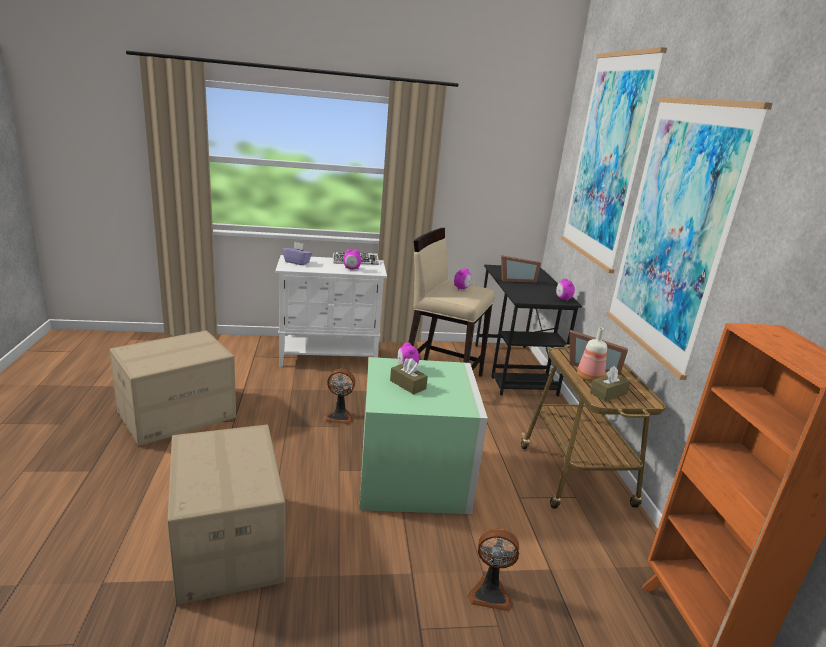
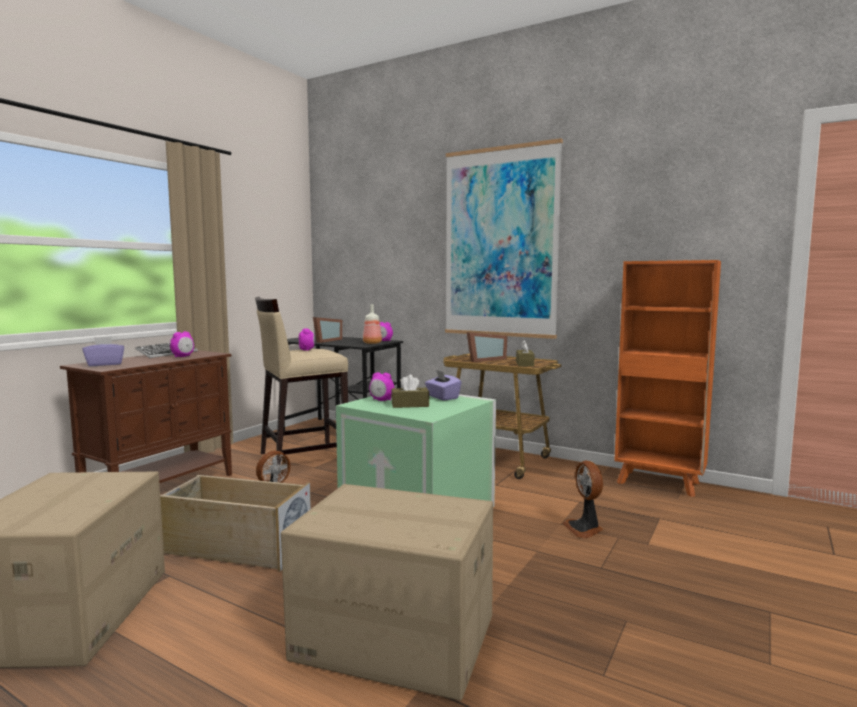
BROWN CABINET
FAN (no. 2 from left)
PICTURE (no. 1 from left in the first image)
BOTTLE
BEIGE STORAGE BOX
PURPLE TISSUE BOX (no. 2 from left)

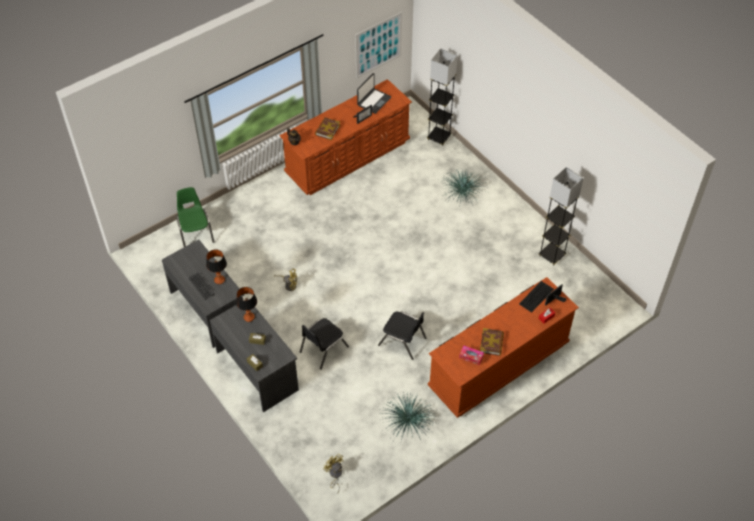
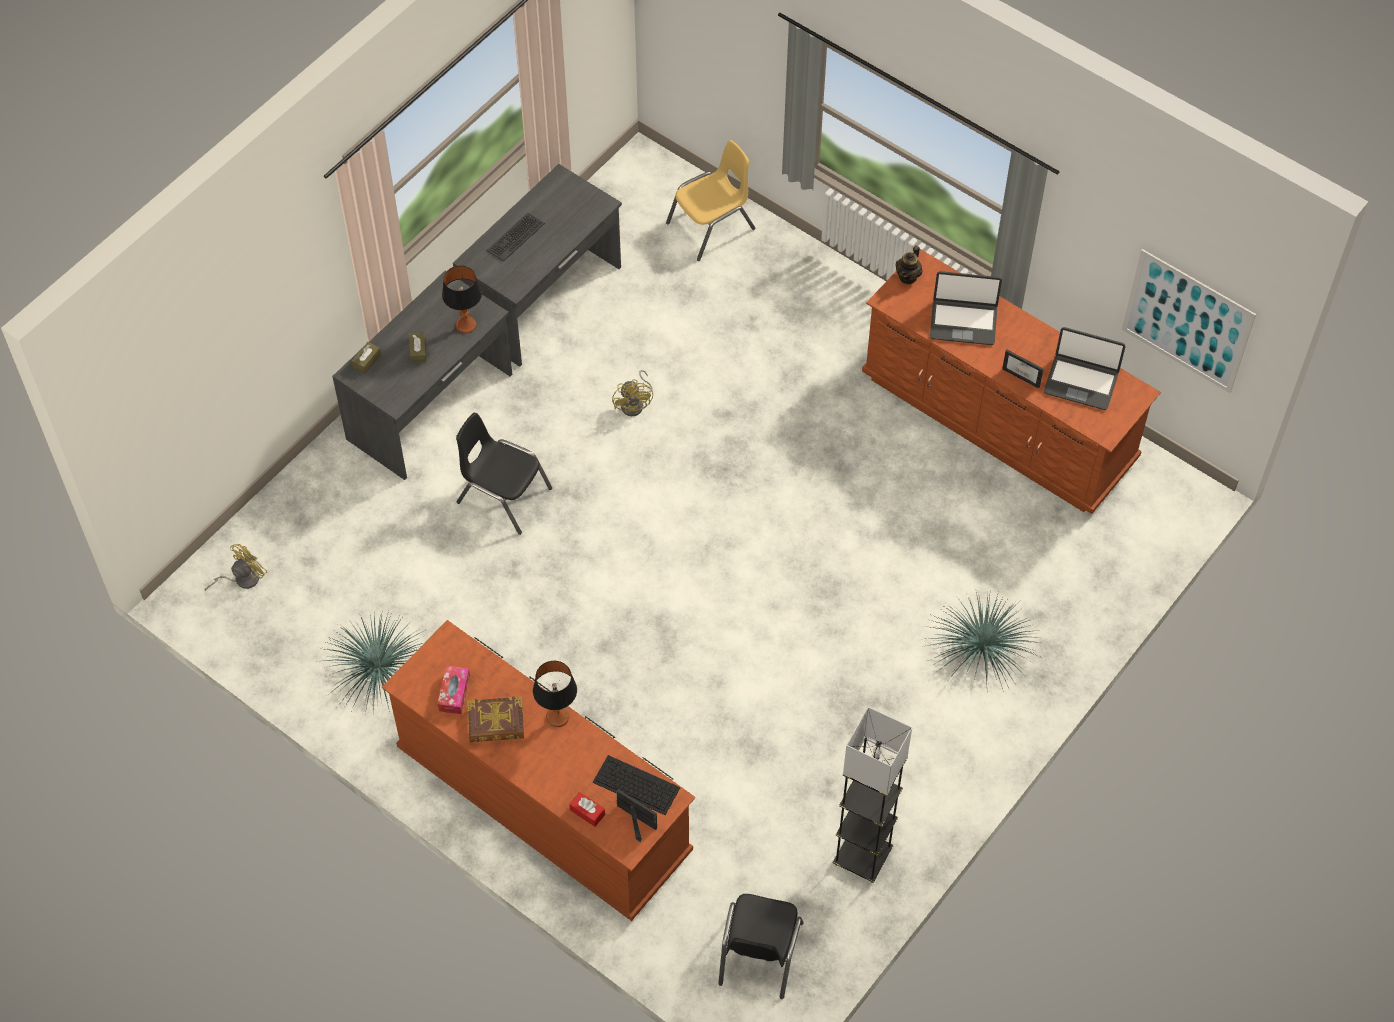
YELLOW CHAIR
TABLE LAMP (no. 2 from left)
LAPTOP (no. 1 from left)
BLACK CHAIR (no. 2 from left)
GREY FLOOR LAMP (no. 1 from left in the first image)

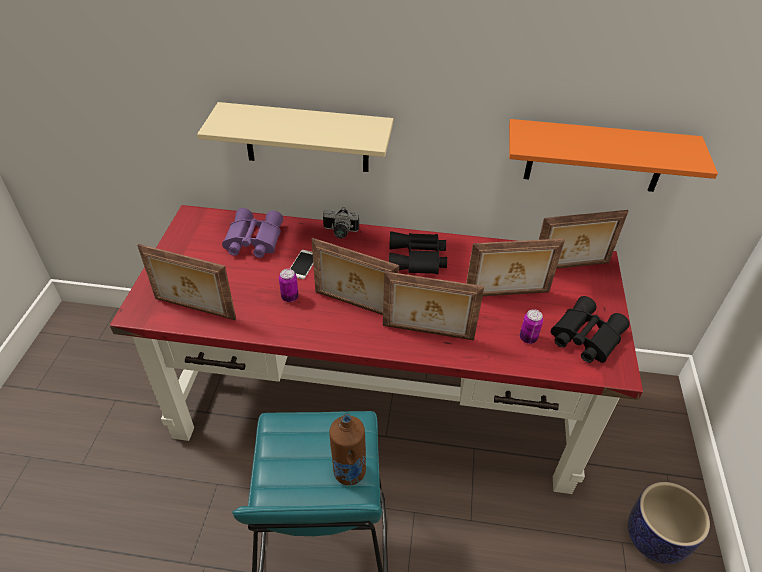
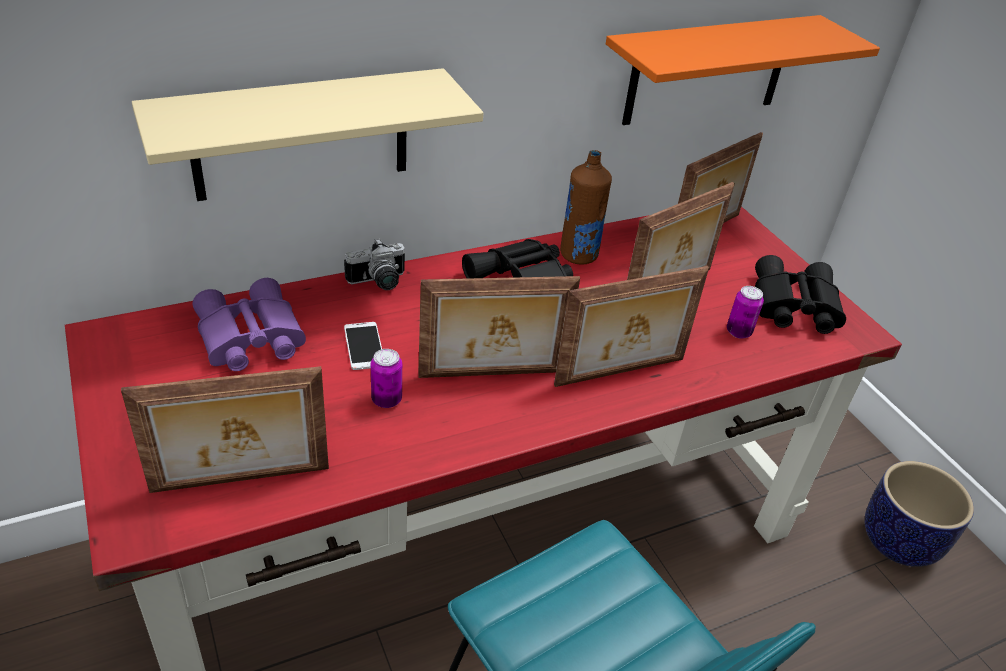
BROWN BOTTLE

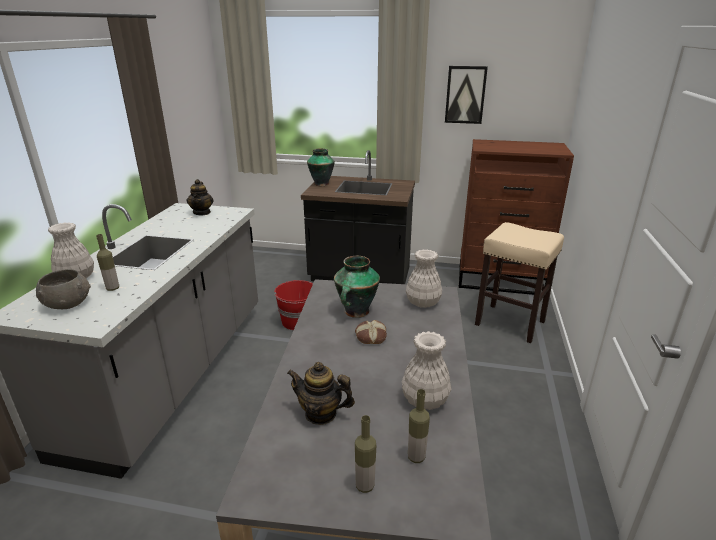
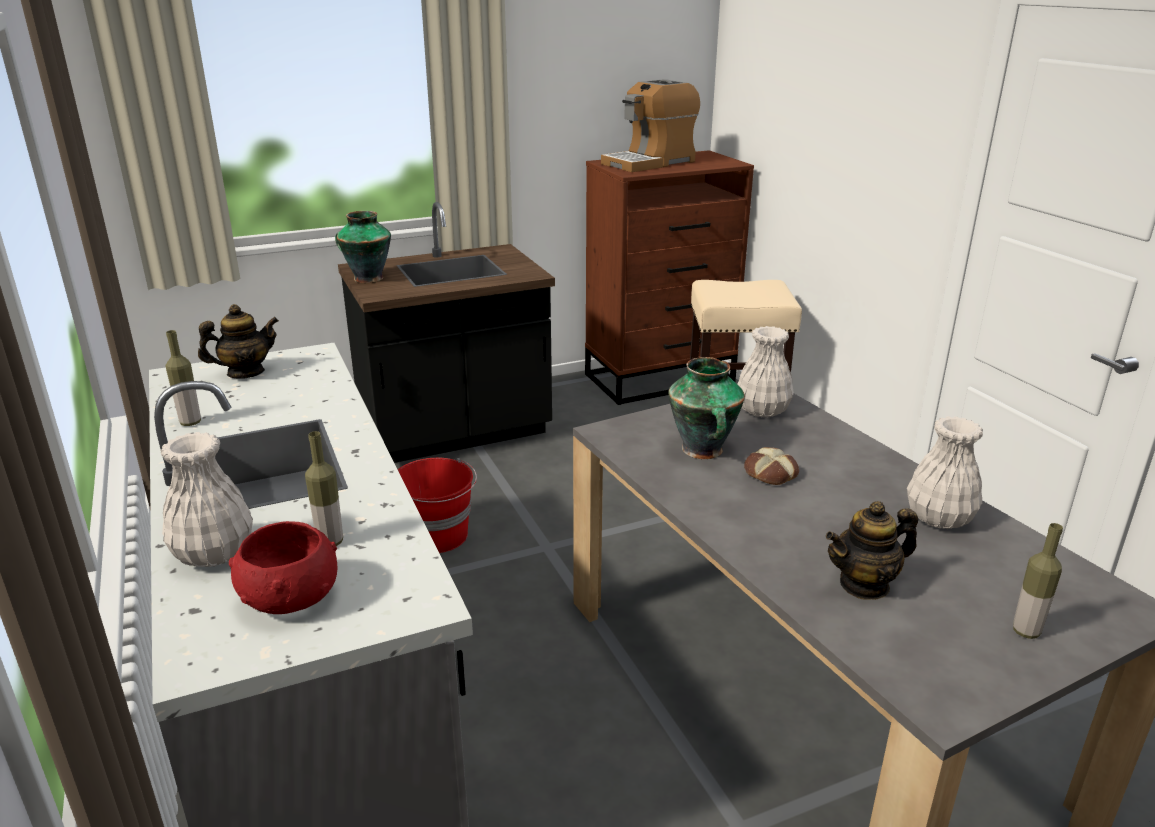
RED BOWL
TEAPOT (no. 1 from left)
BOTTLE (no. 1 from left)
PICTURE
COFFEE MACHINE

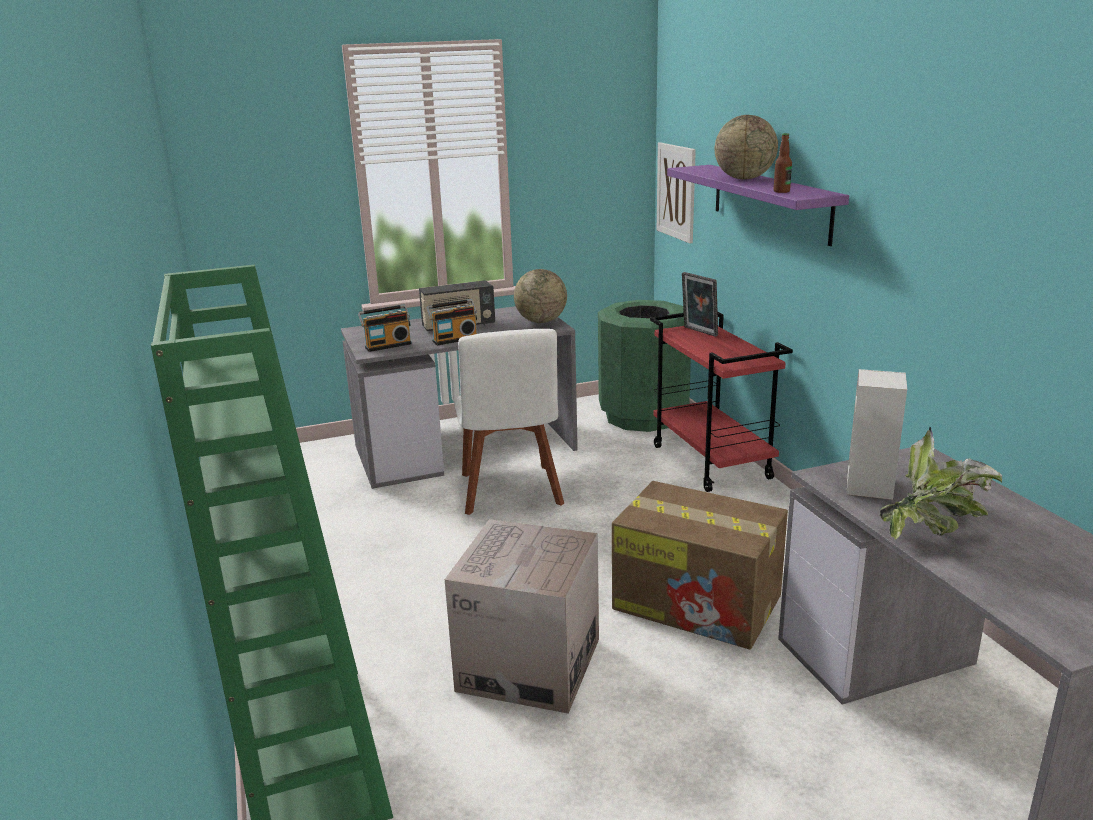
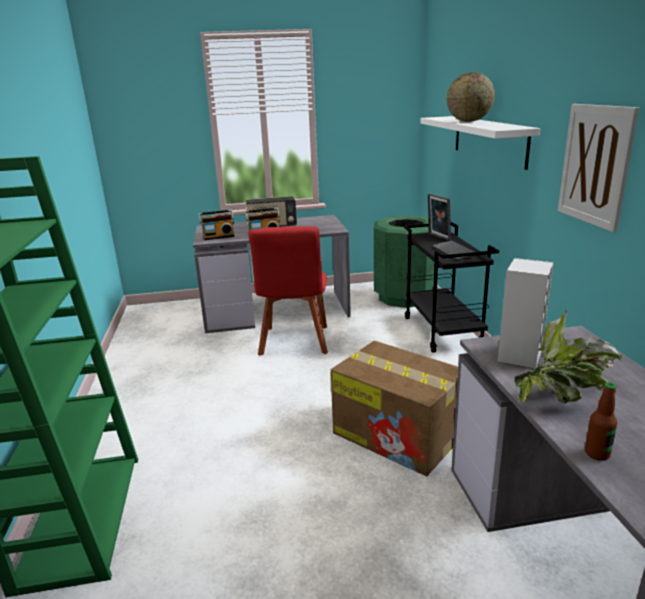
CARDBOARD BOX (no. 1 from left in the first image)
RED CHAIR
GLOBE (no. 1 from left in the first image)
BLACK CART
PICTURE
WHITE SHELF
BOTTLE
KEYBOARD

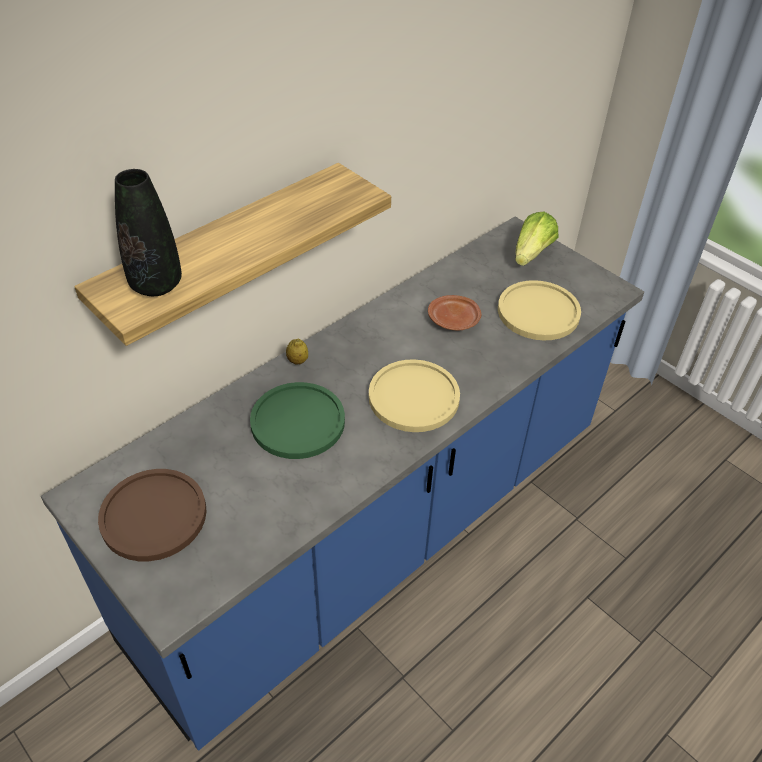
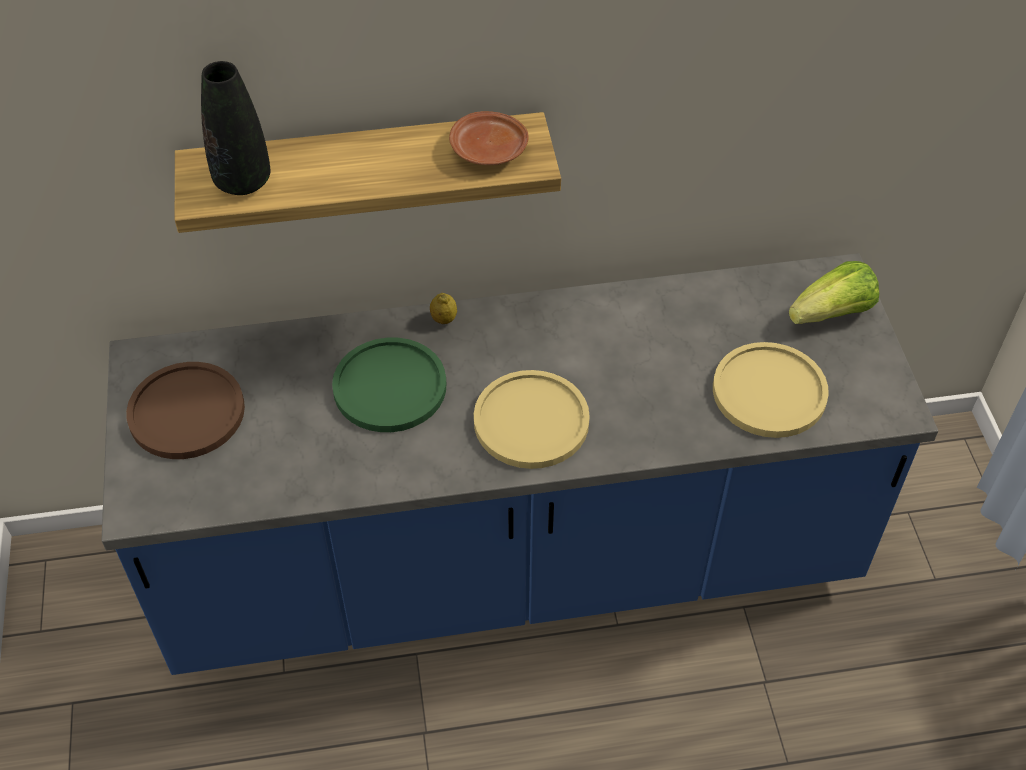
BROWN PLATE (no. 2 from left)

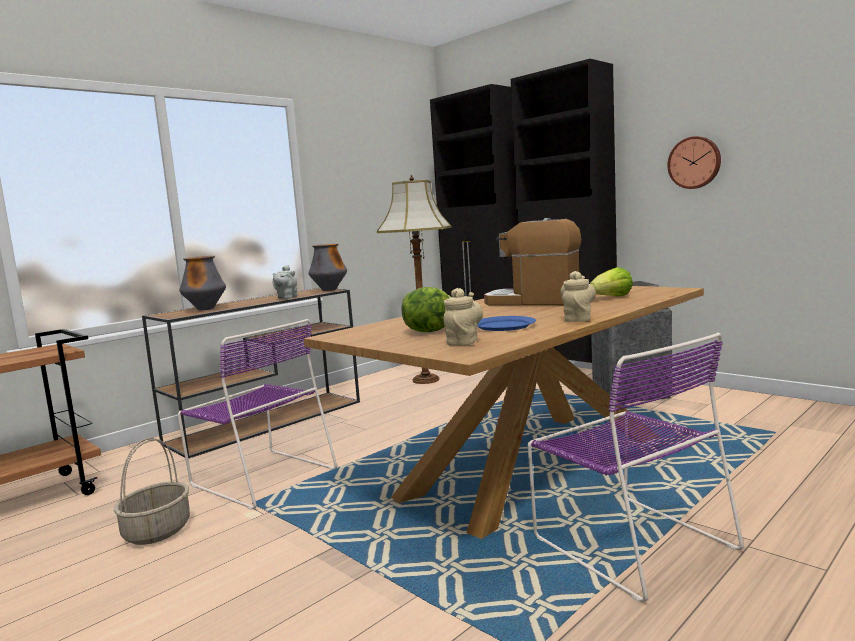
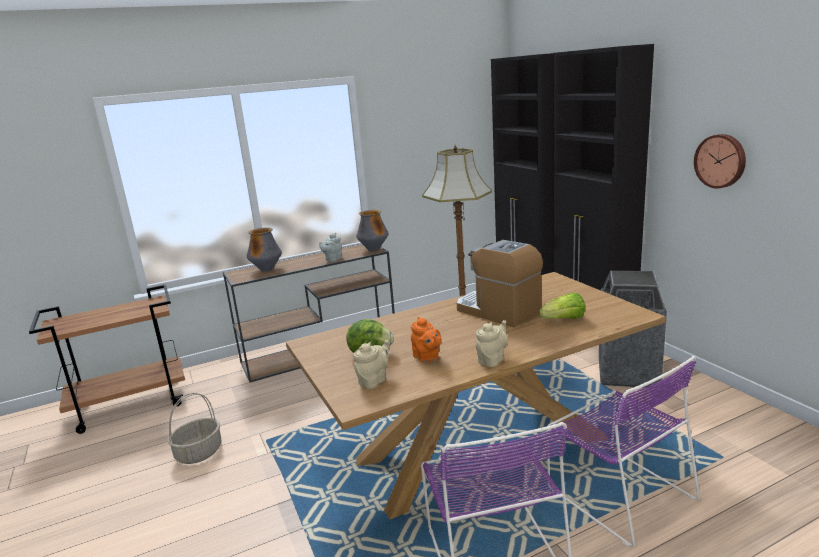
PURPLE CHAIR (no. 2 from left)
ORANGE TEAPOT

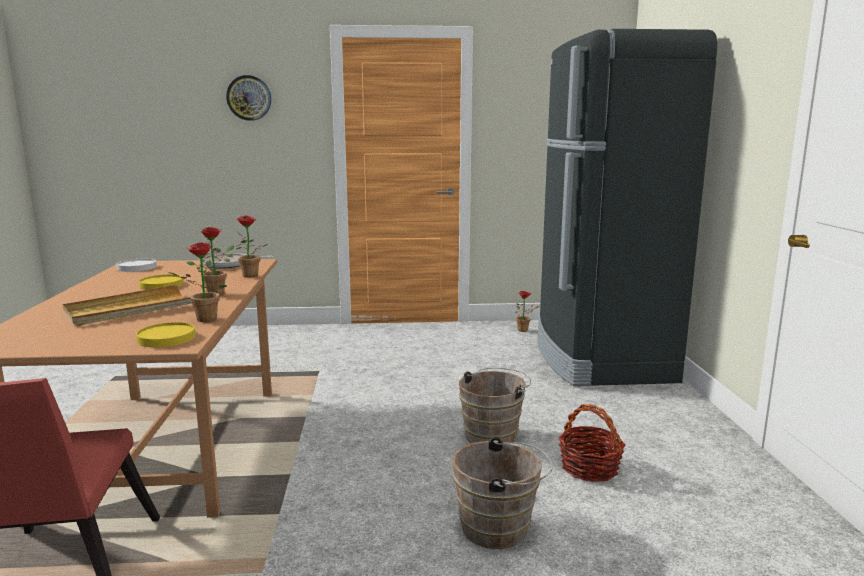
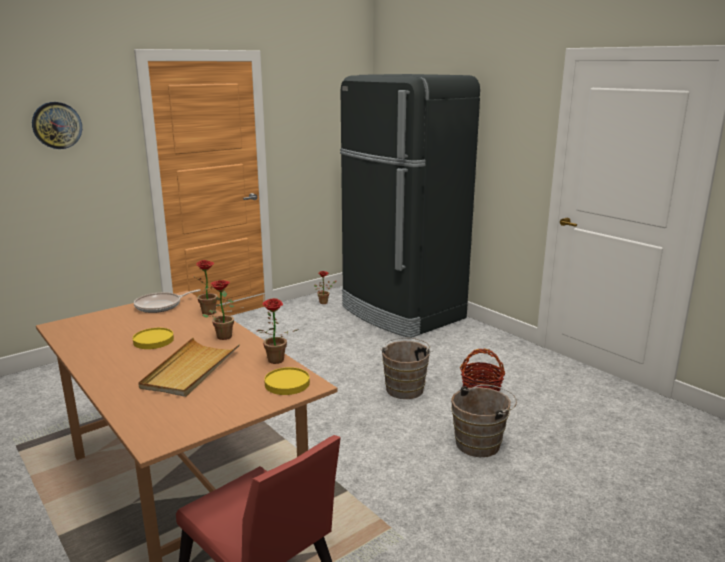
WHITE PLATE

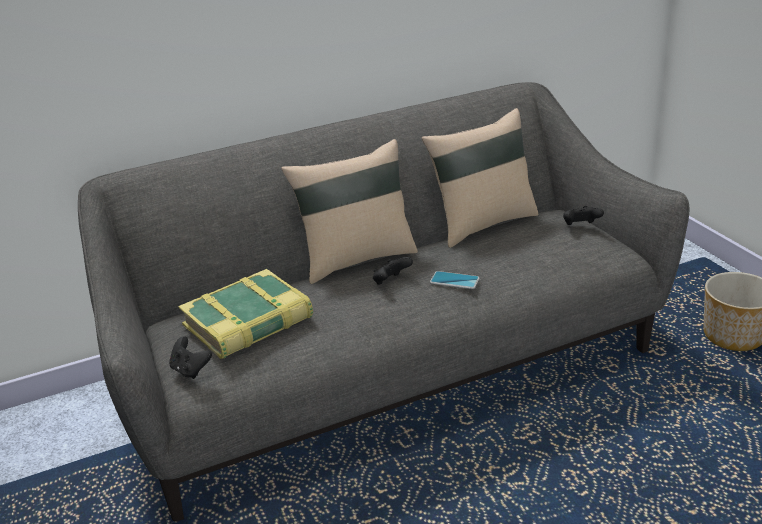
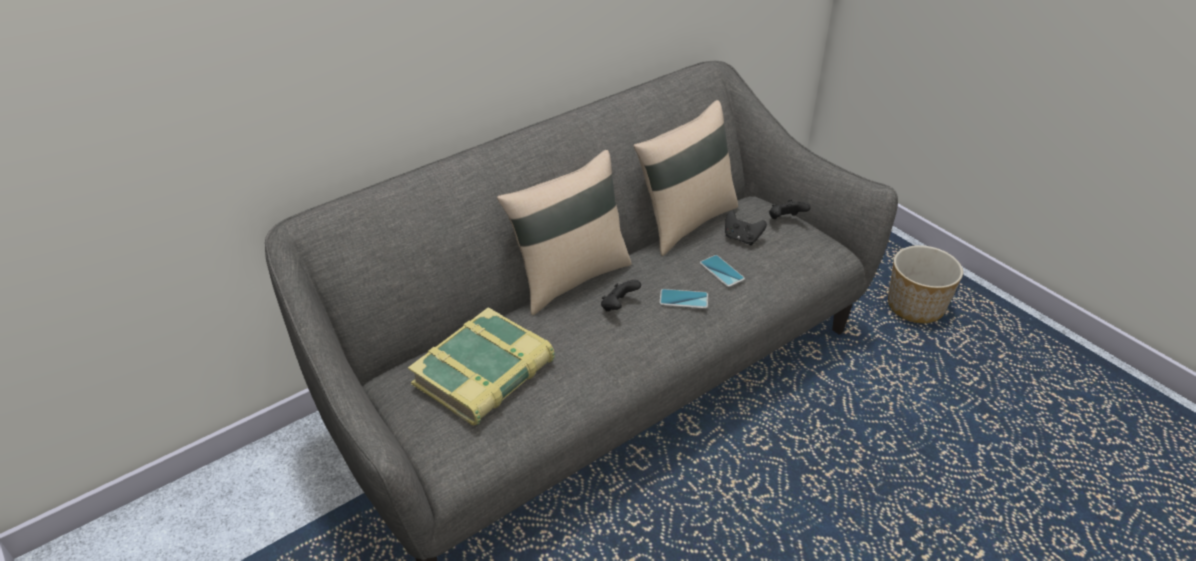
BLACK GAME CONTROLLER (no. 2 from left)
PHONE (no. 2 from left)

